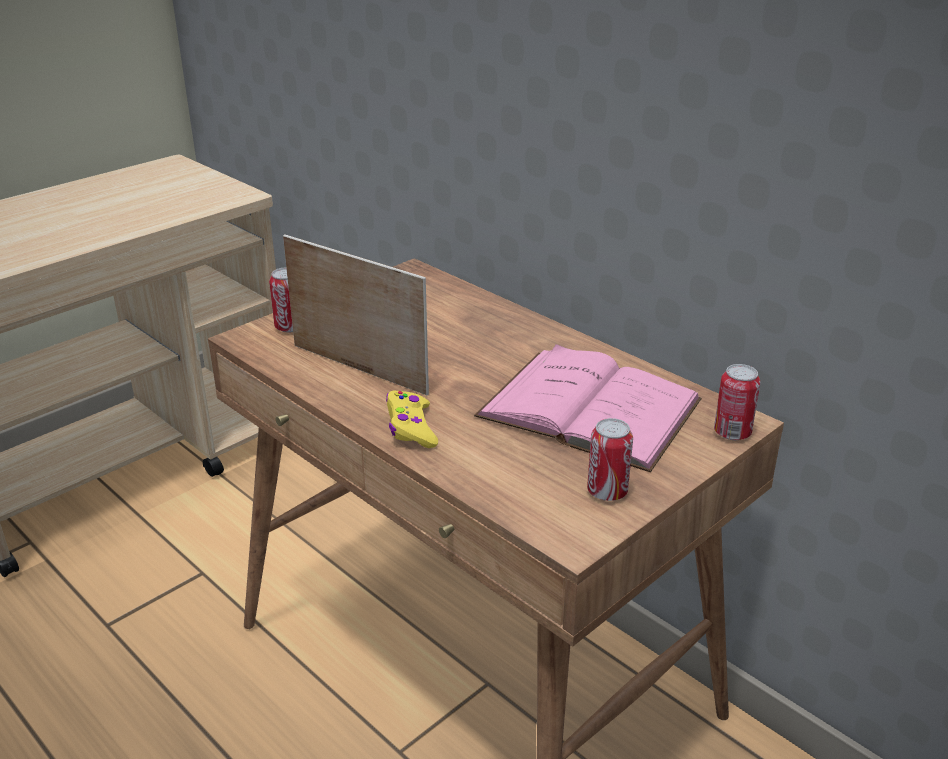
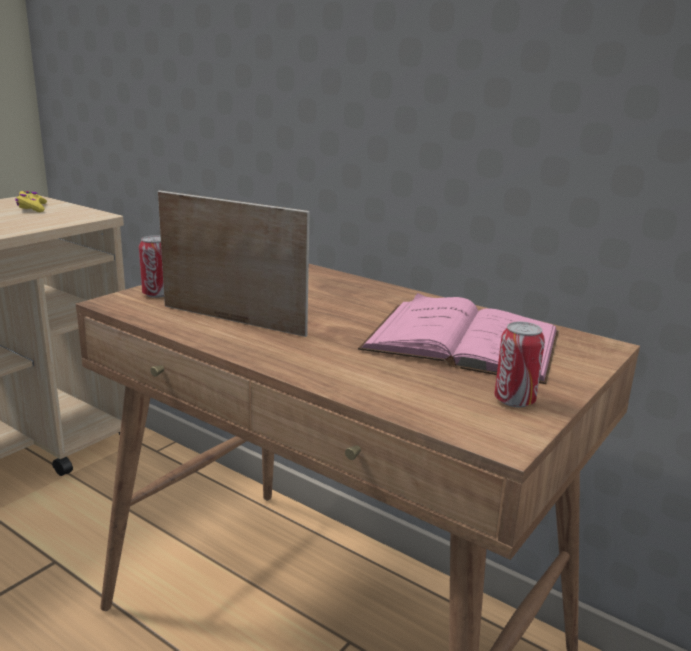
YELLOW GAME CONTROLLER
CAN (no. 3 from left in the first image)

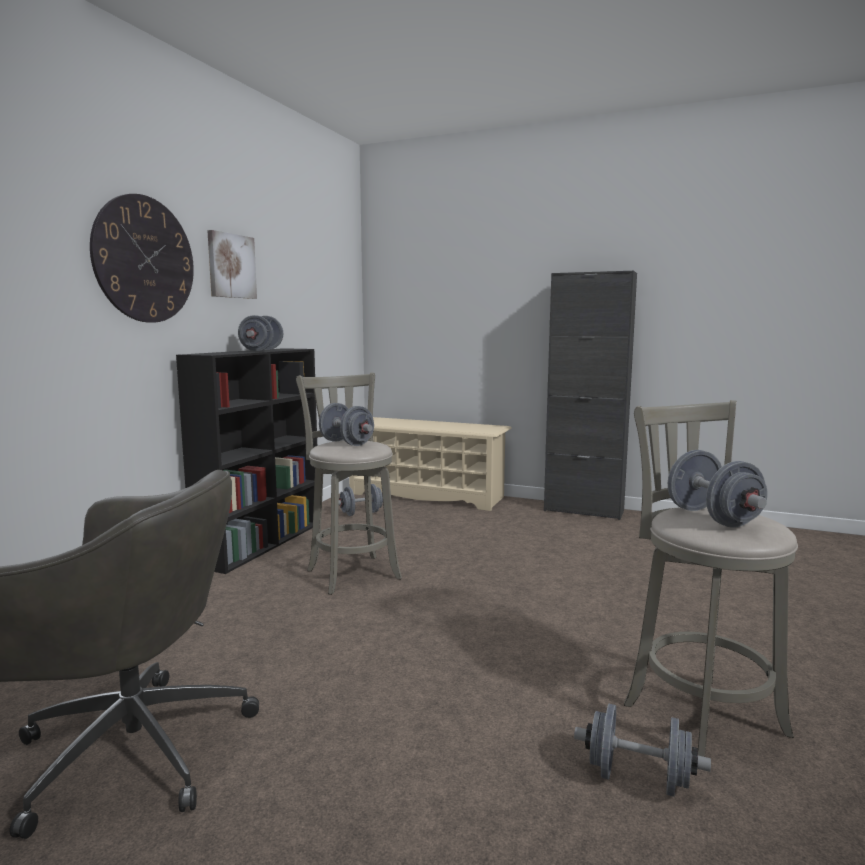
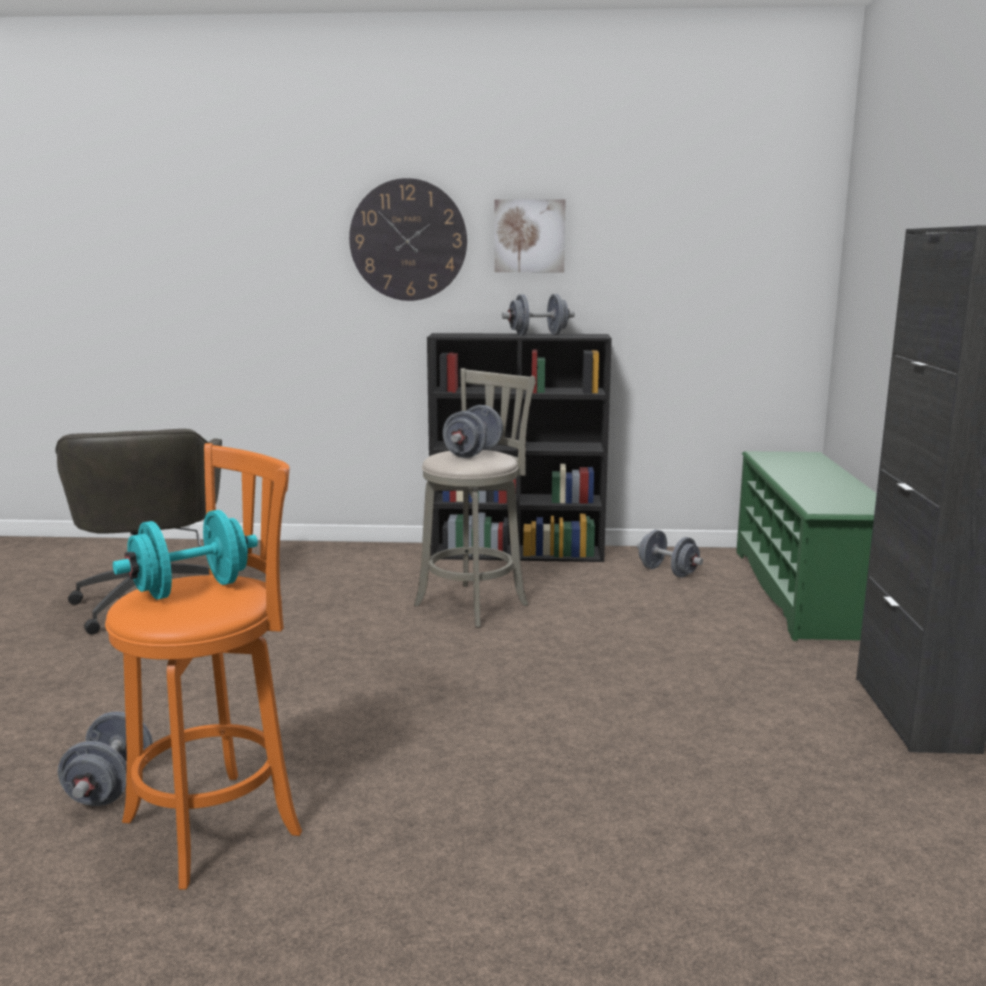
GREEN SHOE RACK
ORANGE STOOL
TURQUOISE DUMBBELL

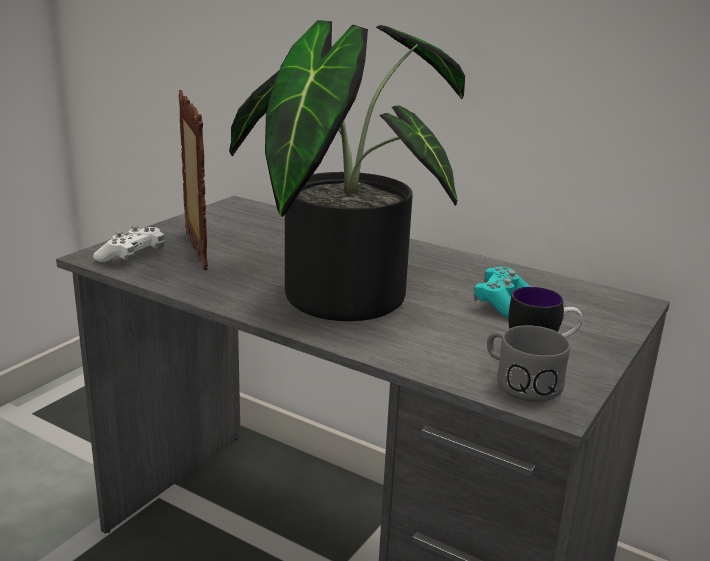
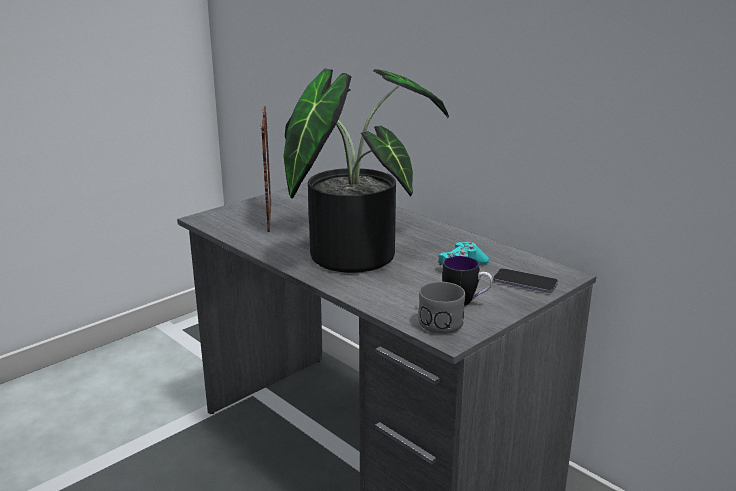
WHITE GAME CONTROLLER
PHONE

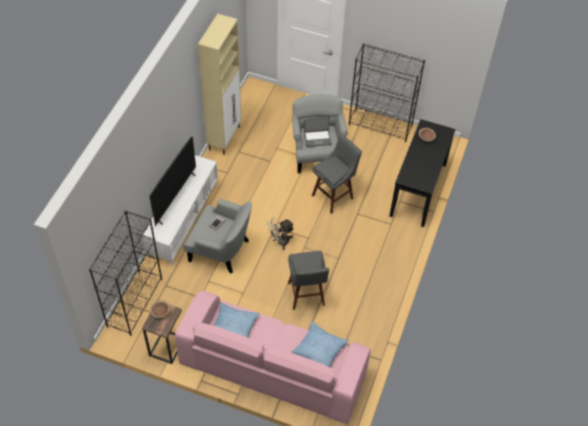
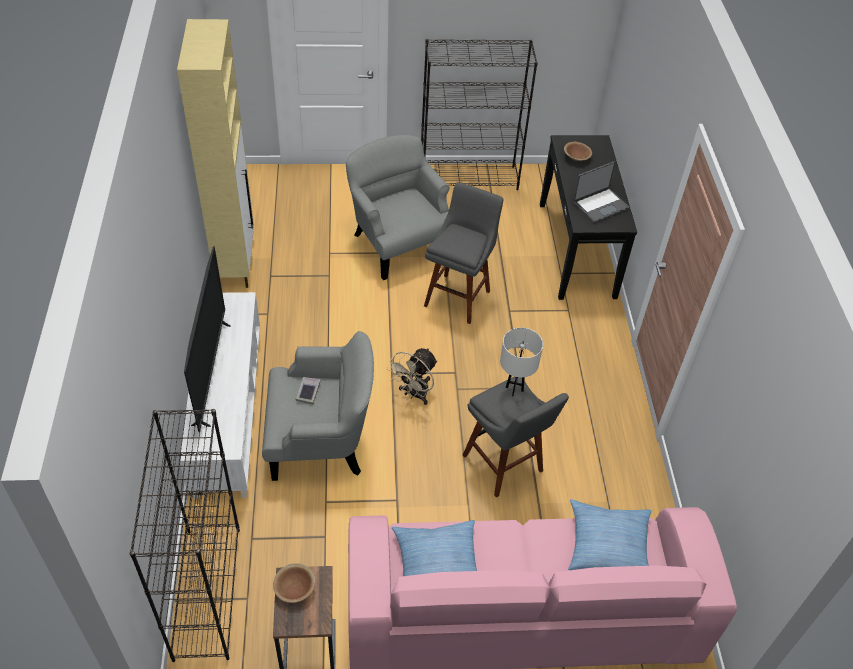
LAPTOP
WHITE TABLE LAMP

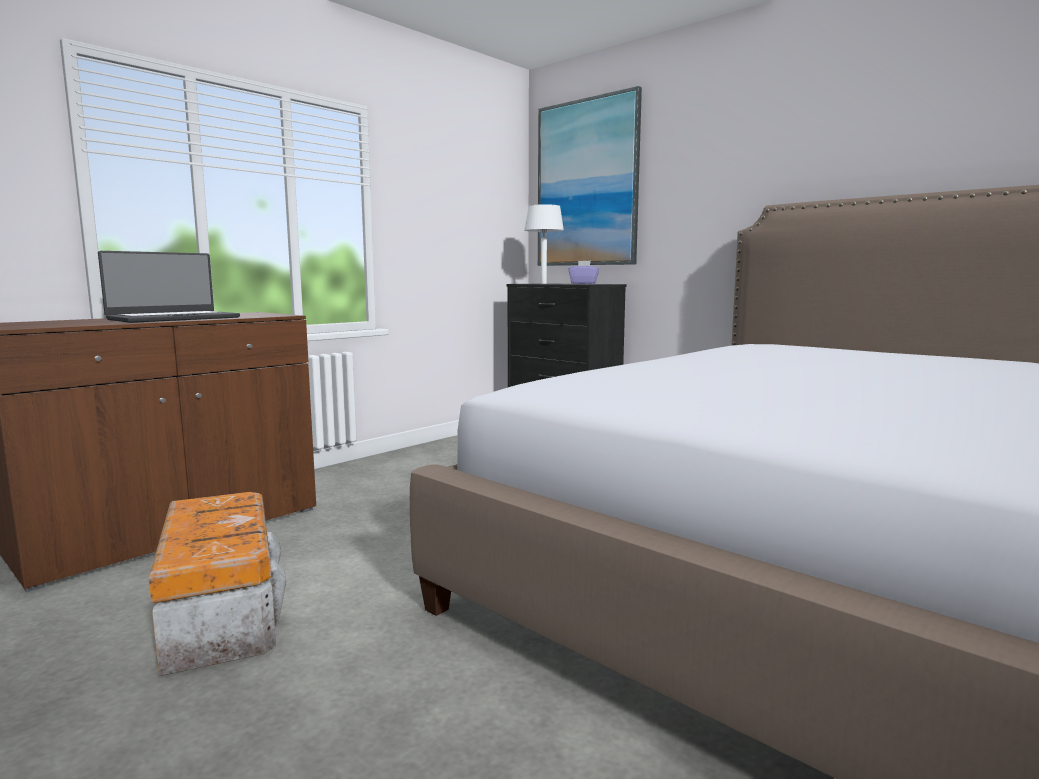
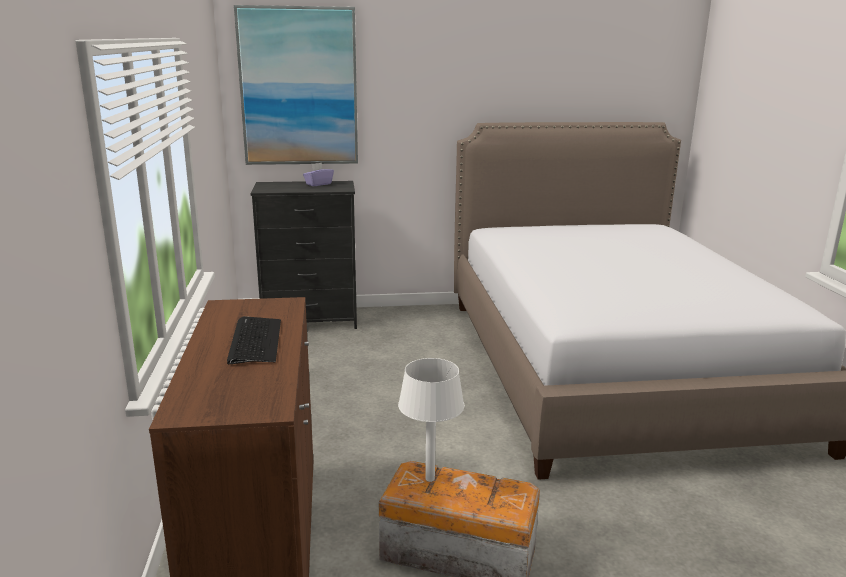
KEYBOARD
WHITE TABLE LAMP

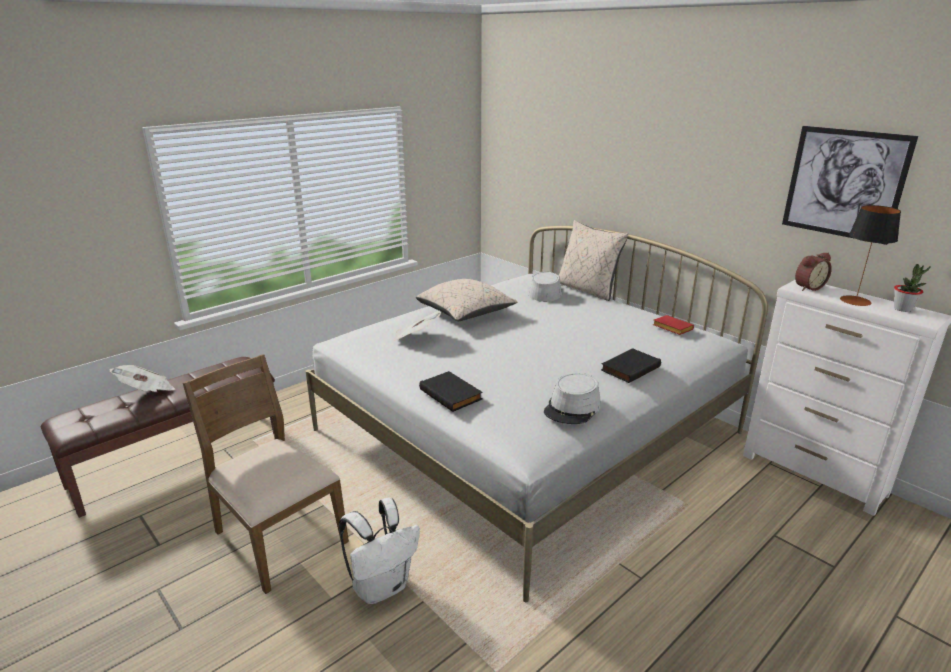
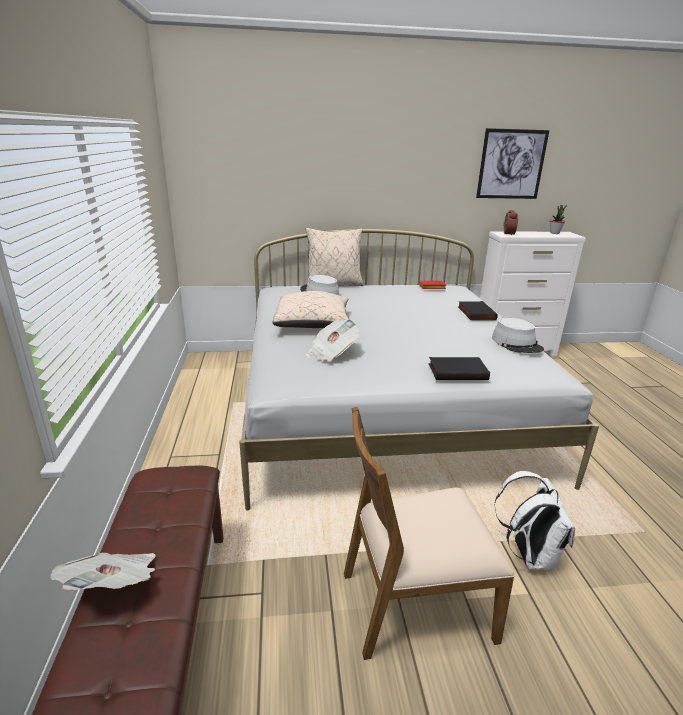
TABLE LAMP

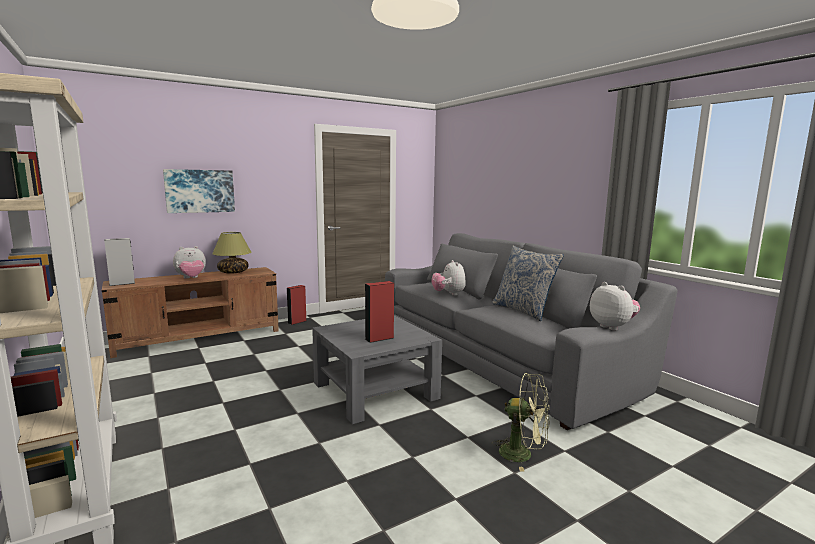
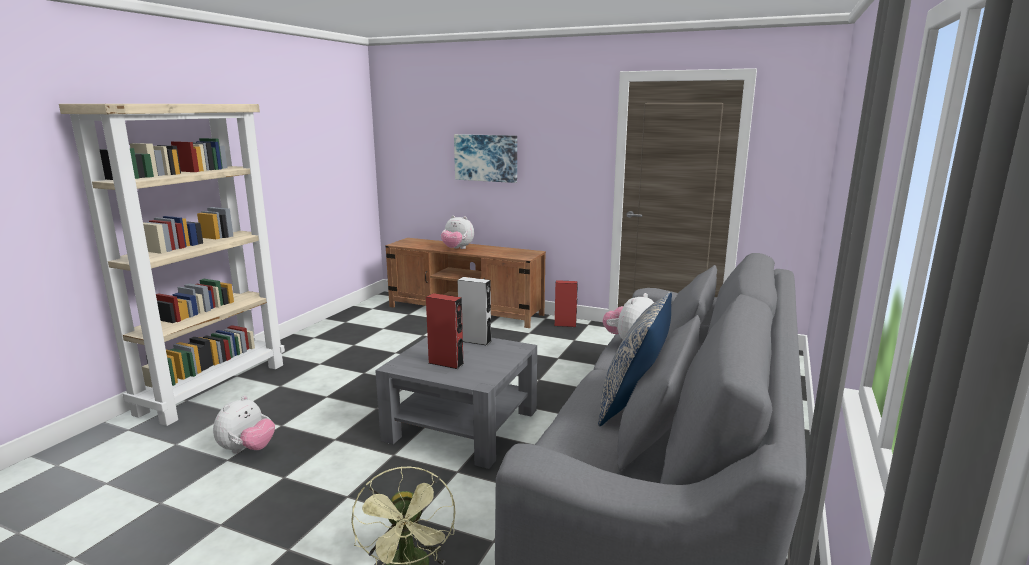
GREY SPEAKER
TABLE LAMP
PLUSH TOY (no. 1 from left)

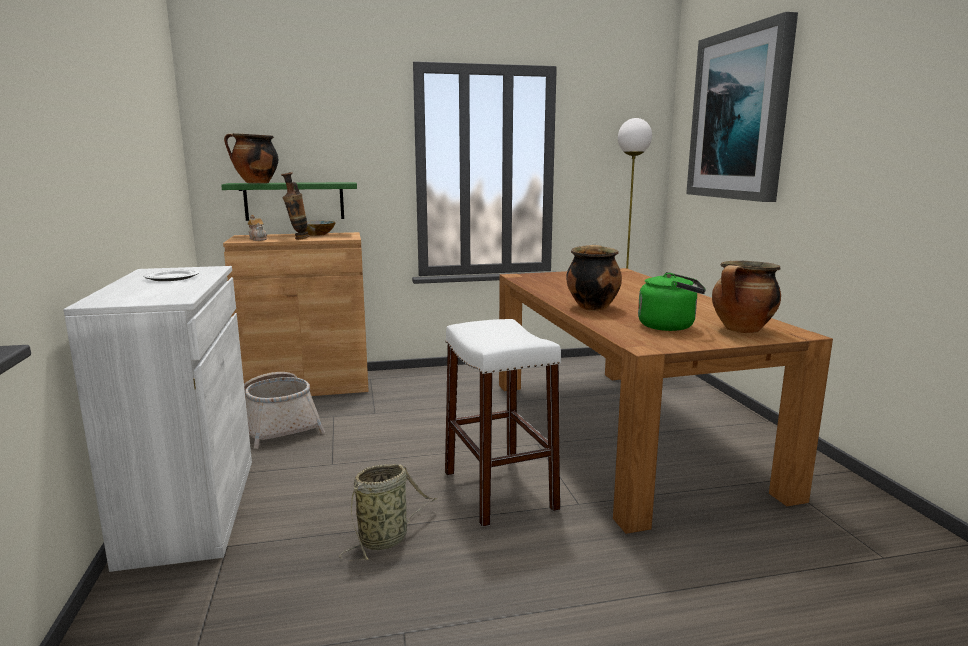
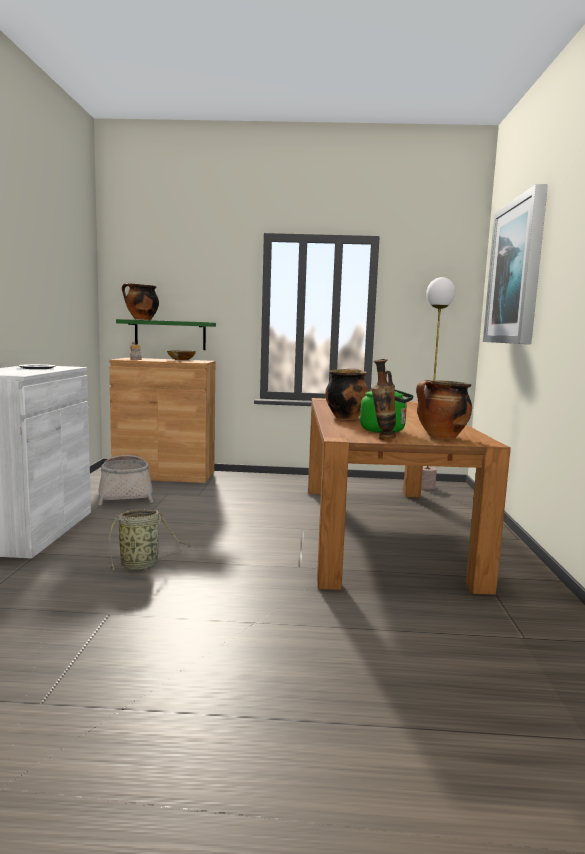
VASE
WHITE STOOL

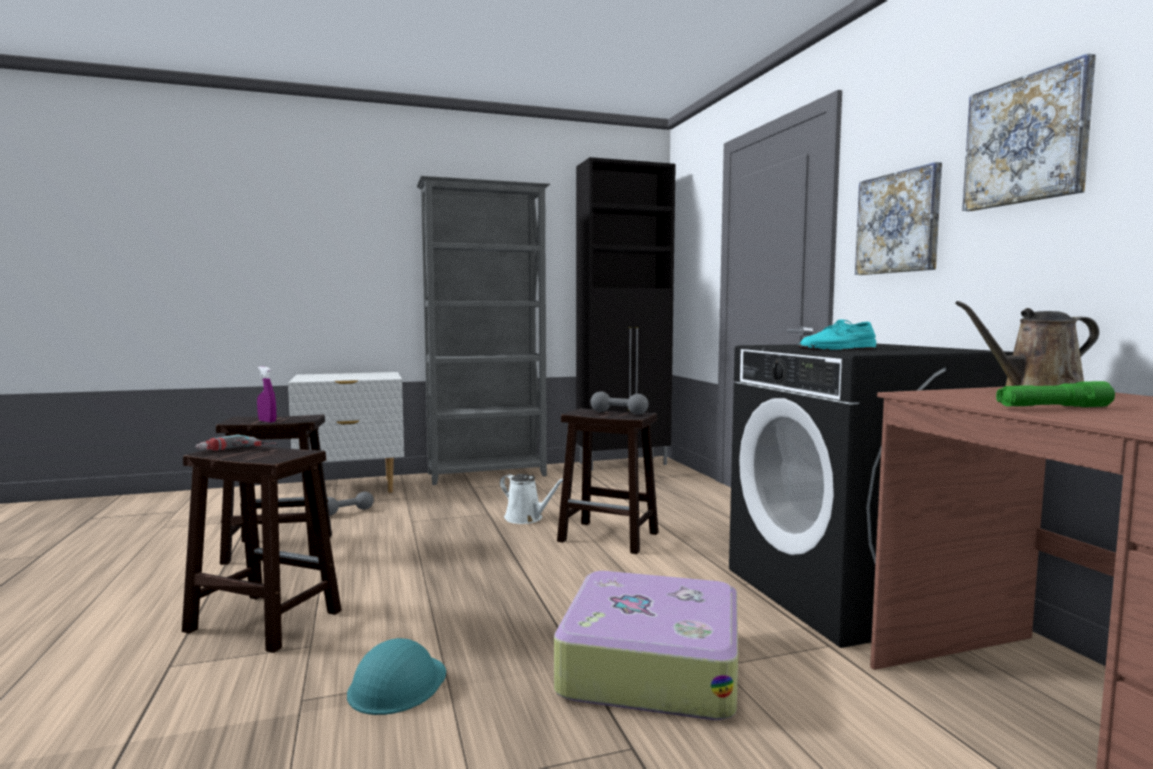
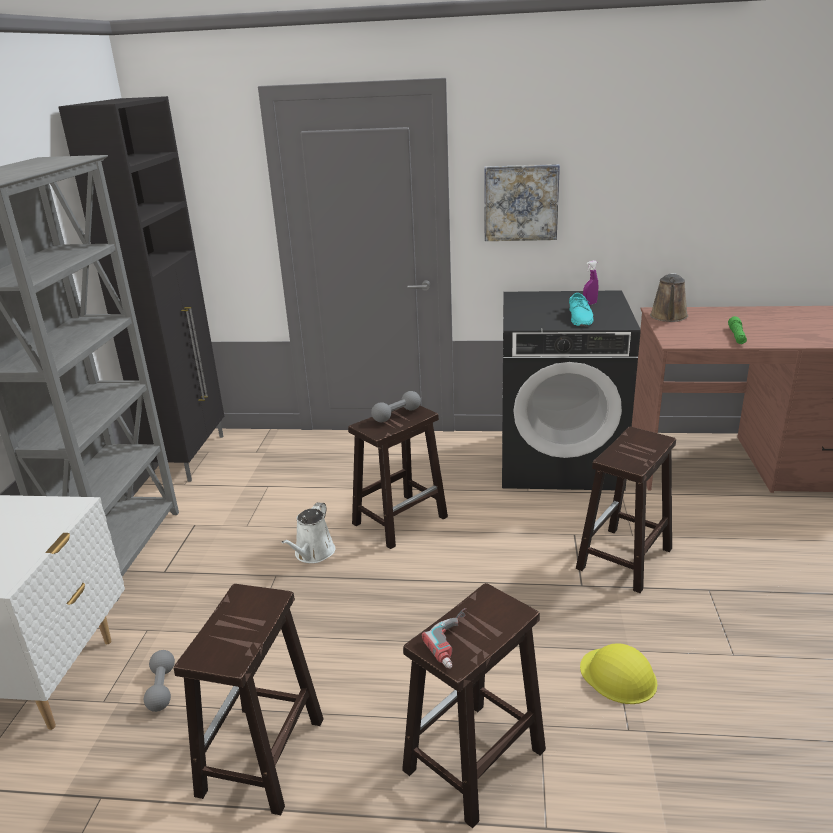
PURPLE SPRAY BOTTLE
YELLOW HARD HAT
WHITE WATERING CAN
BROWN STOOL (no. 4 from left)
PICTURE (no. 2 from left in the first image)

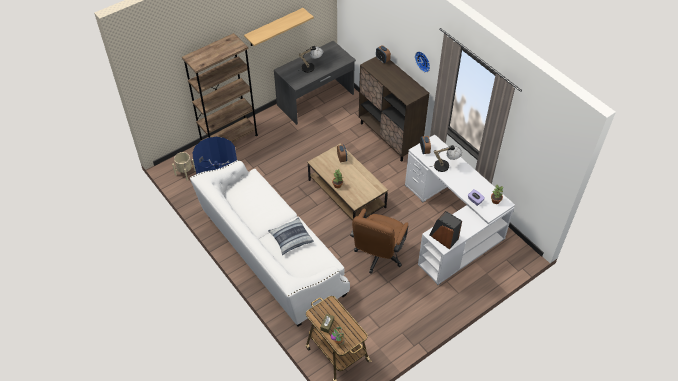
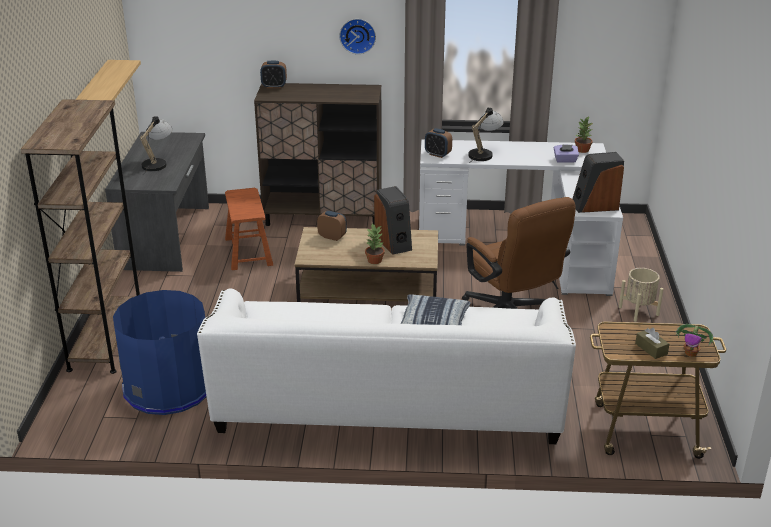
BEIGE PLANTER
BROWN STOOL
SPEAKER (no. 1 from left)

